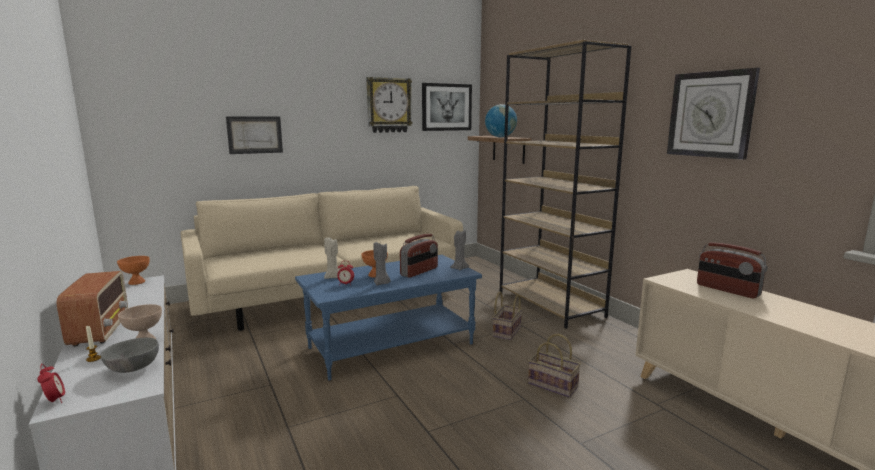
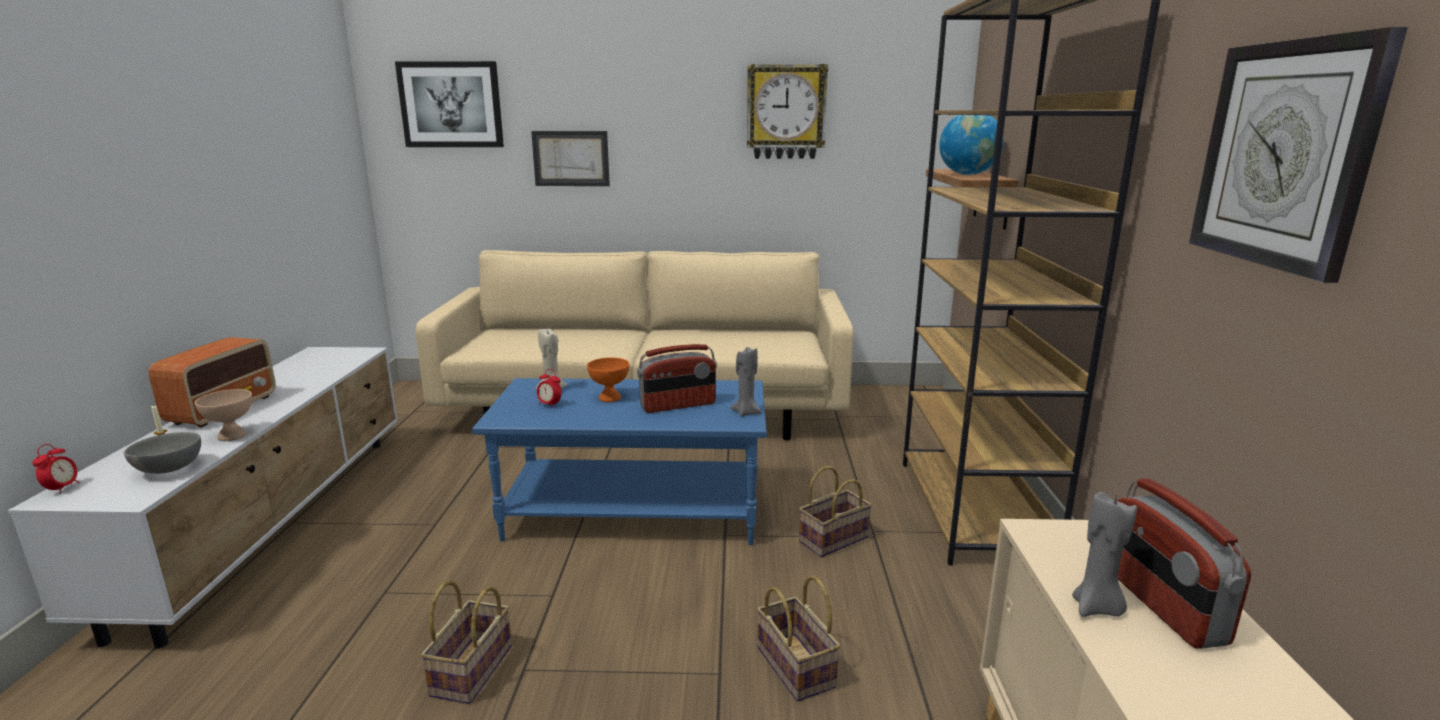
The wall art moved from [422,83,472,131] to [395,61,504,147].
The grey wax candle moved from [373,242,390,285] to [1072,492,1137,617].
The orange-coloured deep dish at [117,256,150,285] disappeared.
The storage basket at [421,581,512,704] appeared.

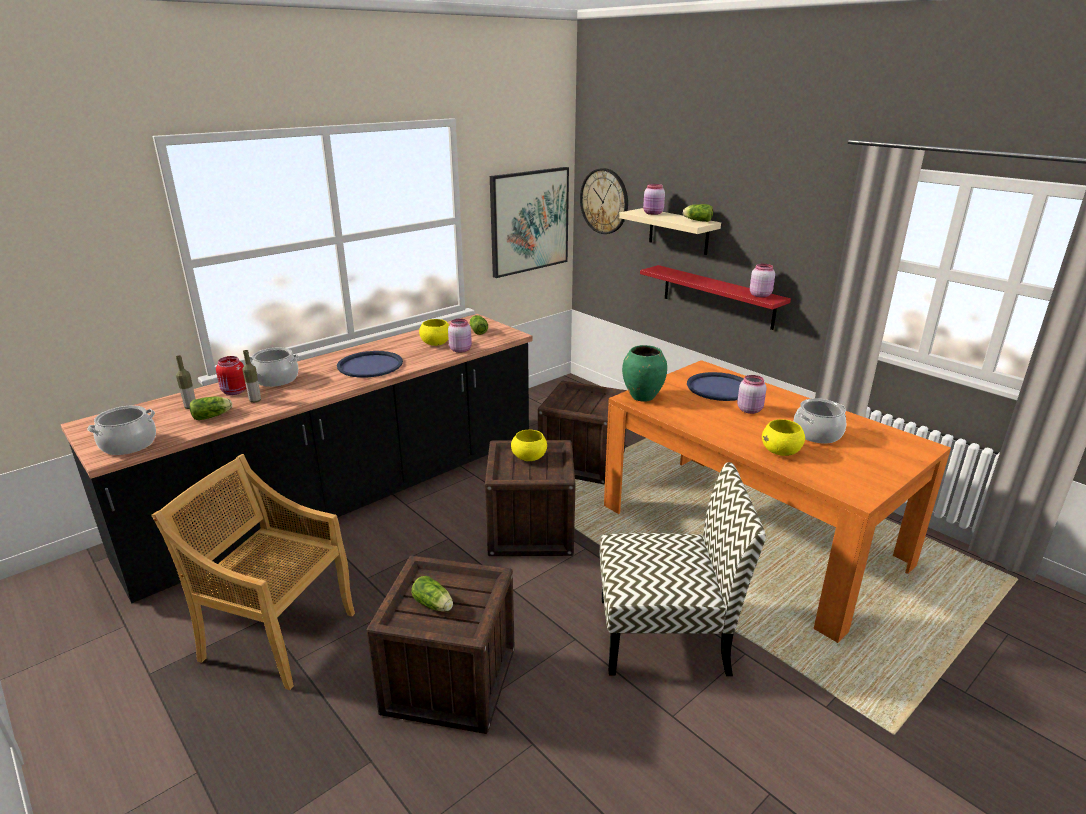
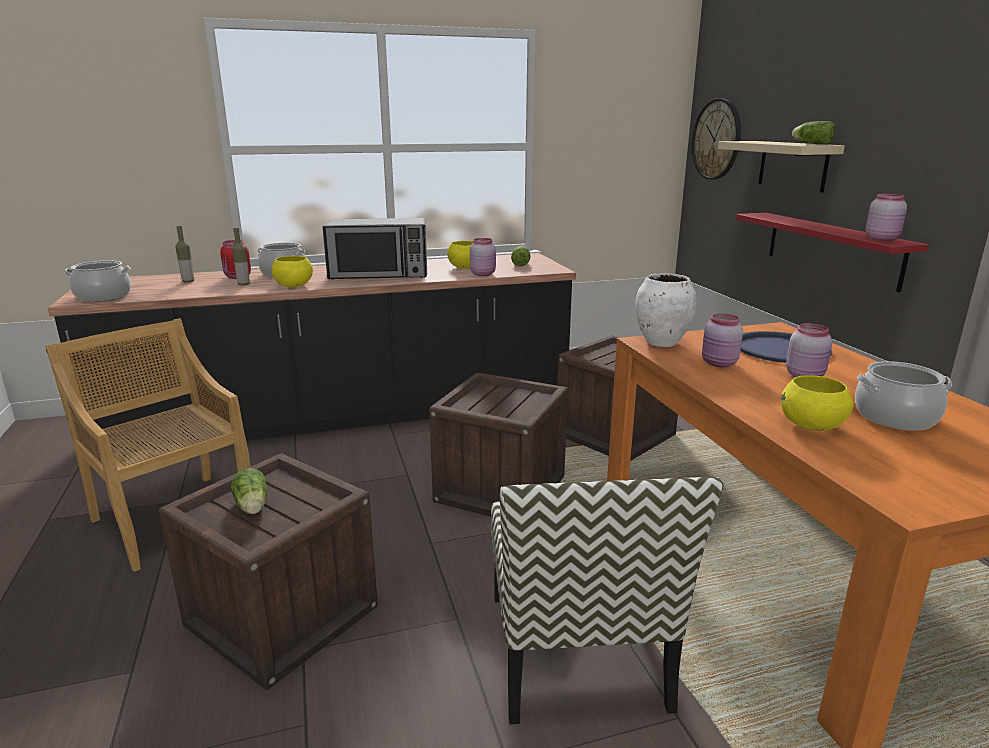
The wall art at [490,167,569,278] disappeared.
The pinkish storage jar moved from [643,184,665,215] to [702,313,743,367].
The green vase at [622,345,667,402] became the white vase at [635,273,697,347].
The blue tray at [337,351,403,378] was replaced by the microwave at [323,218,427,280].
The head of lettuce at [189,396,232,420] disappeared.
The yellow deep dish moved from [511,429,547,461] to [271,256,313,287].
The plain chair at [600,462,766,676] turned 60 degrees clockwise.

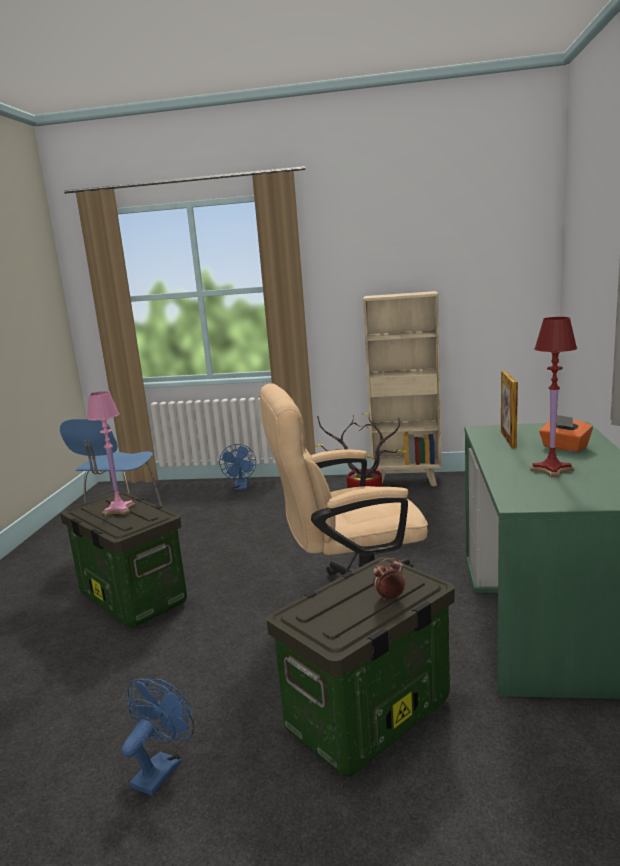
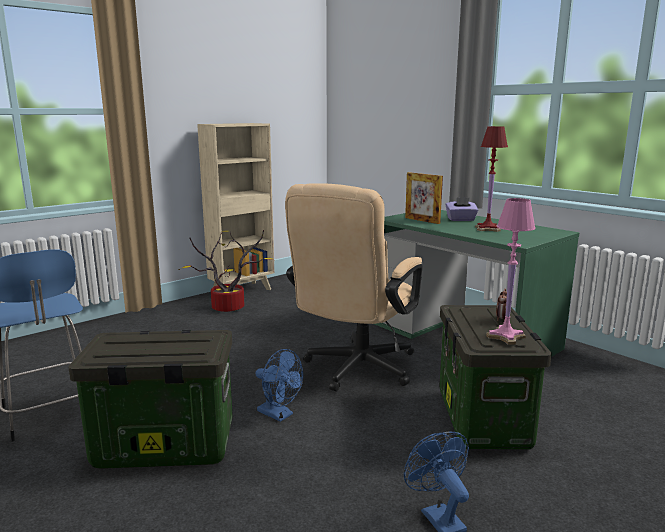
The pinkish lamp for a table moved from [87,391,136,516] to [486,198,536,344].
The orange-coloured box of tissues at [539,415,593,452] became the purple box of tissues at [446,198,478,221].
The blue electric fan moved from [219,444,256,490] to [255,349,303,422].

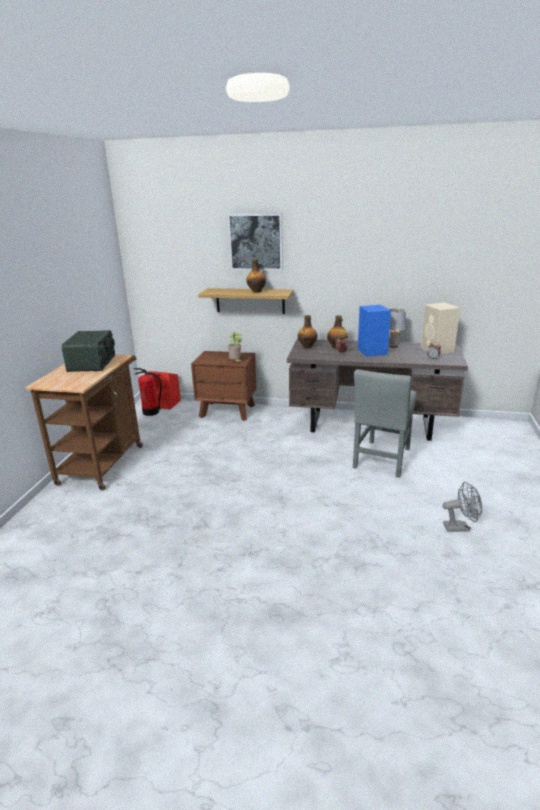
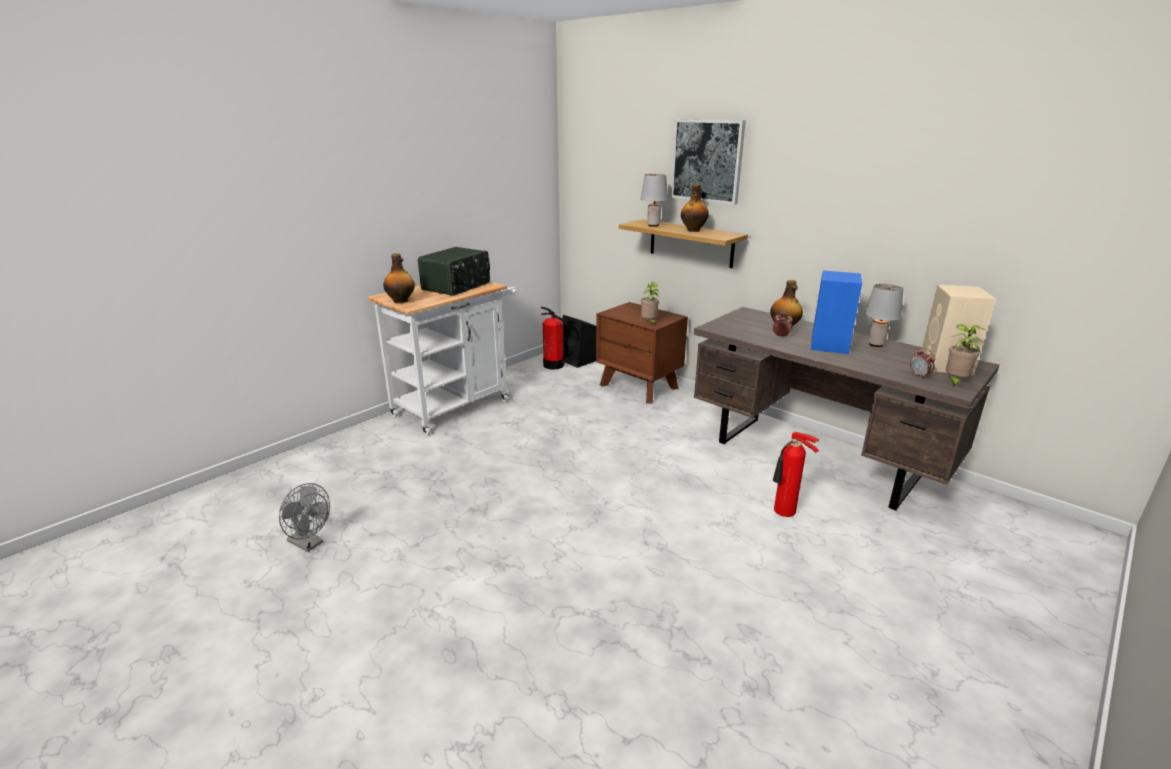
The drink bottle moved from [298,315,318,348] to [383,253,415,303].
The brown trolley at [25,354,143,490] became the white trolley at [367,281,517,435].
The grey plain chair at [353,369,416,478] was replaced by the fire extinguisher at [773,432,819,517].
The reddish loudspeaker at [149,371,181,409] became the blackish loudspeaker at [562,315,596,368].
The grey electric fan moved from [442,482,482,532] to [279,483,330,552].
The grey lamp for a table at [641,174,668,227] appeared.
The plant in a pot at [946,324,985,386] appeared.

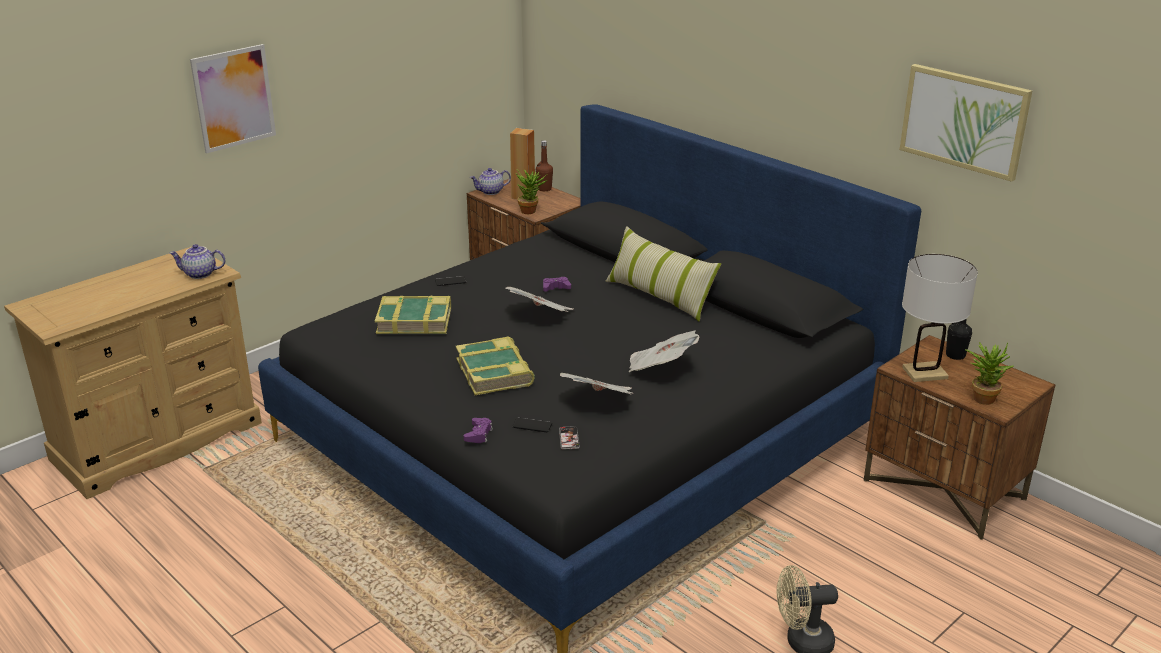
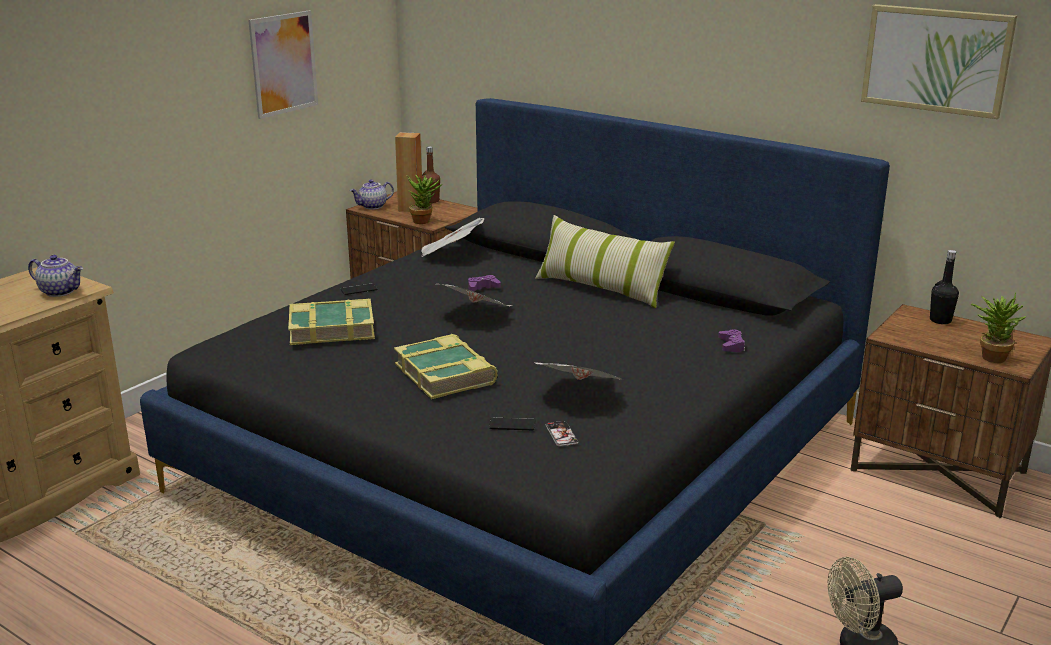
The wall art moved from [190,44,276,153] to [248,10,318,119].
The tea pot at [169,244,225,279] turned 150 degrees counterclockwise.
The white lamp for a table at [902,254,978,382] disappeared.
The printed paper moved from [628,331,700,372] to [421,218,484,257].
The purple joypad moved from [464,418,493,443] to [718,329,745,352].

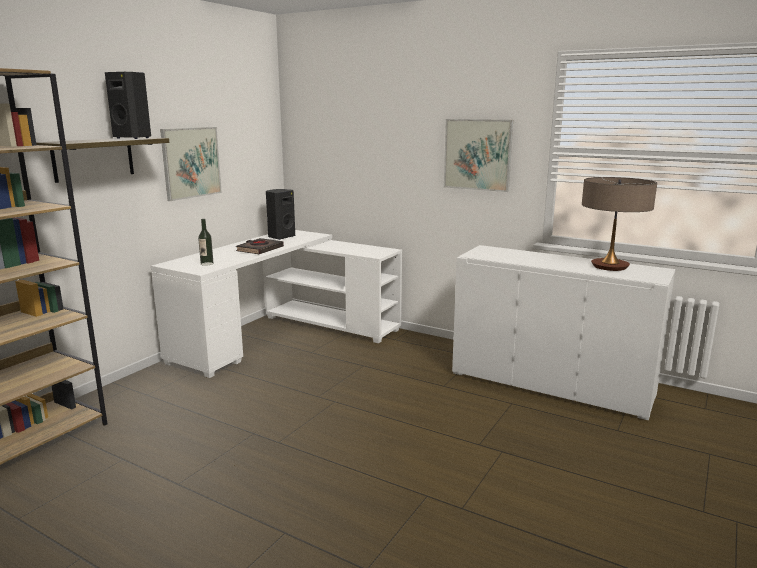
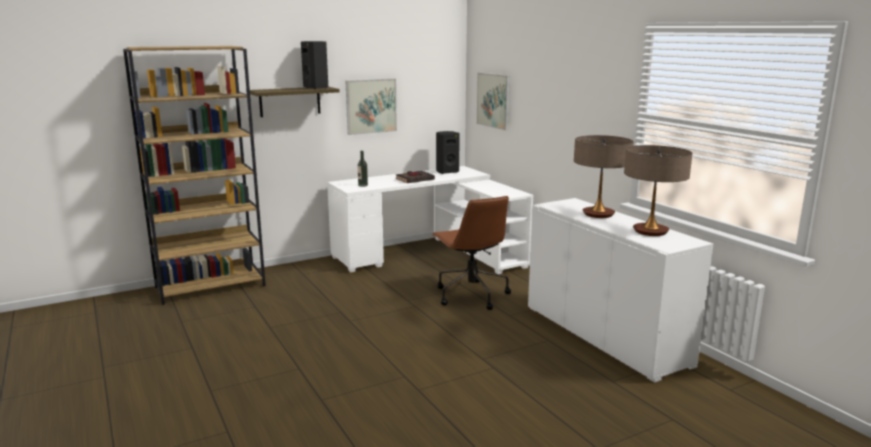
The wall art moved from [444,119,513,192] to [477,72,510,131].
The lamp for a table at [574,135,634,218] appeared.
The brown computer chair at [432,196,511,310] appeared.

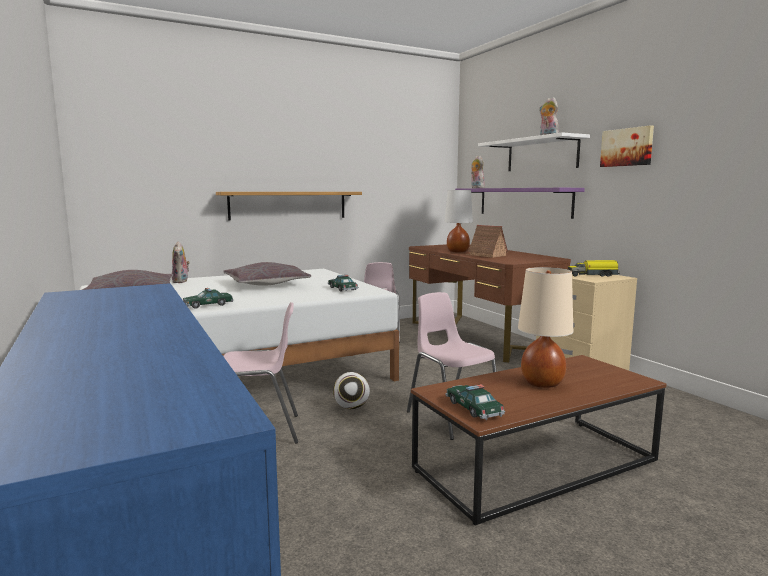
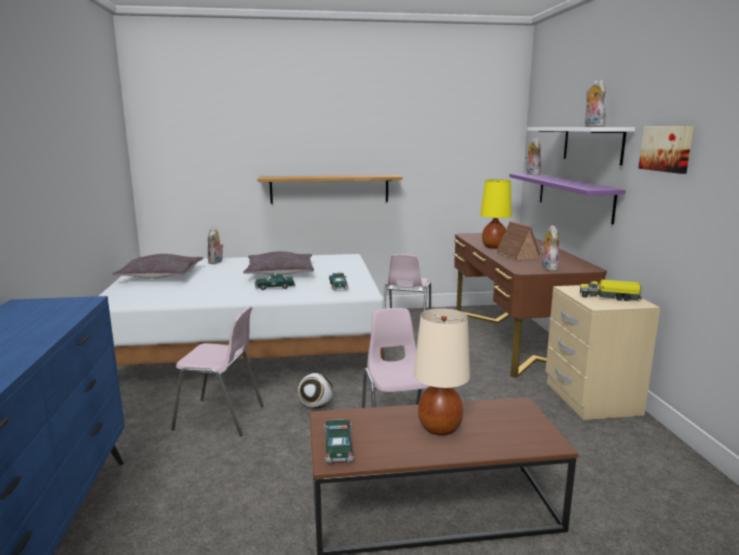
The white lamp for a table at [445,190,473,253] became the yellow lamp for a table at [480,180,511,249].
The toy car moved from [183,288,233,309] to [255,272,295,290].
The cuddly toy at [540,225,560,271] appeared.

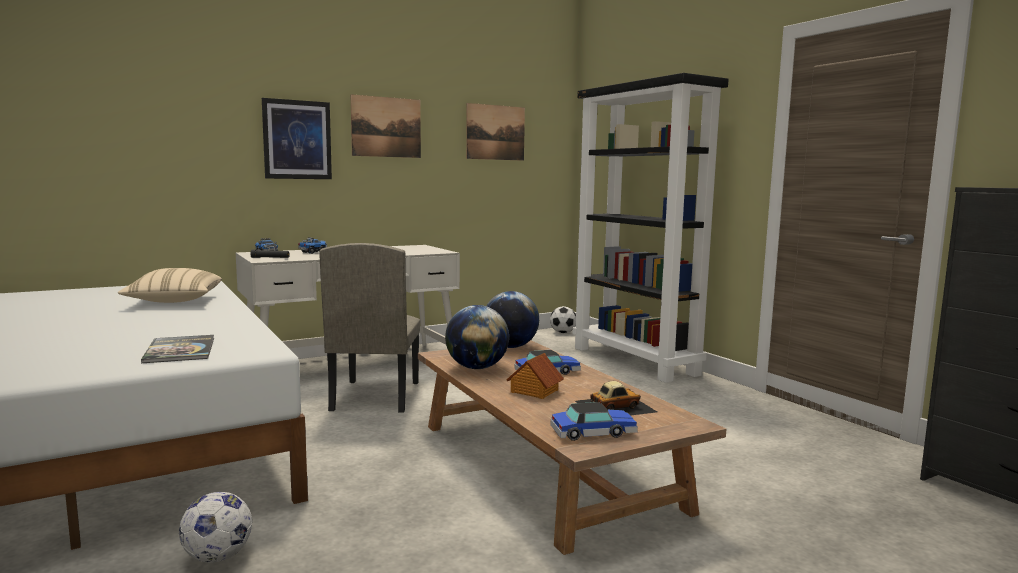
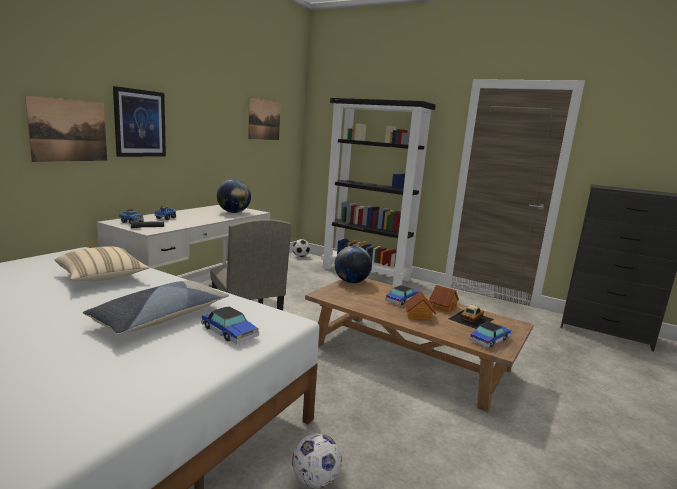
The wall art moved from [350,94,421,158] to [25,95,107,162].
The globe moved from [445,305,509,369] to [217,179,251,213].
The volume at [141,335,214,363] was replaced by the toy car at [201,306,259,344].
The throw pillow at [83,281,229,334] appeared.
The miniature house at [429,285,459,313] appeared.

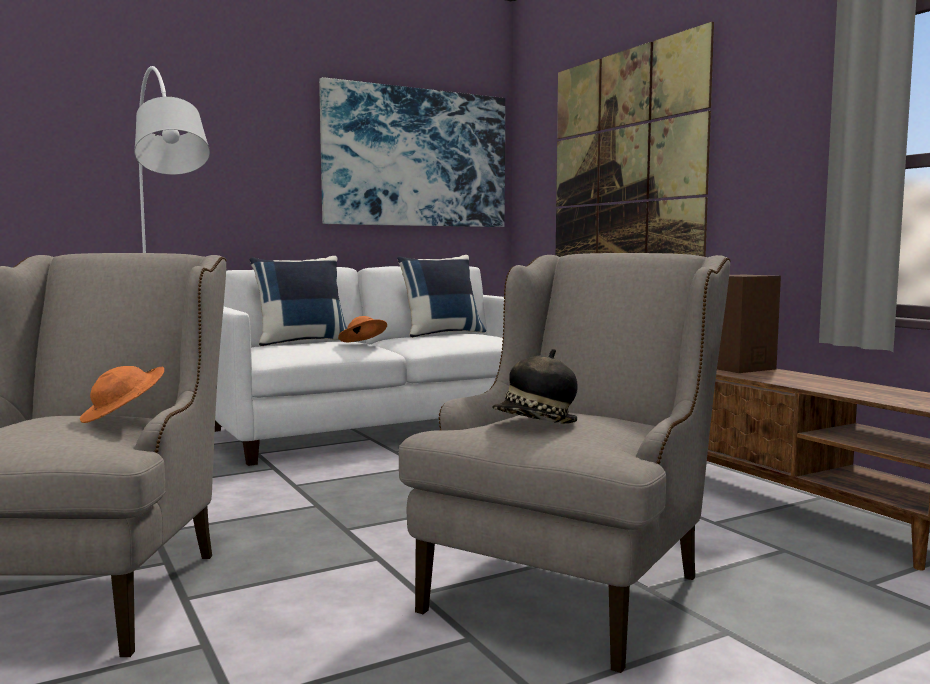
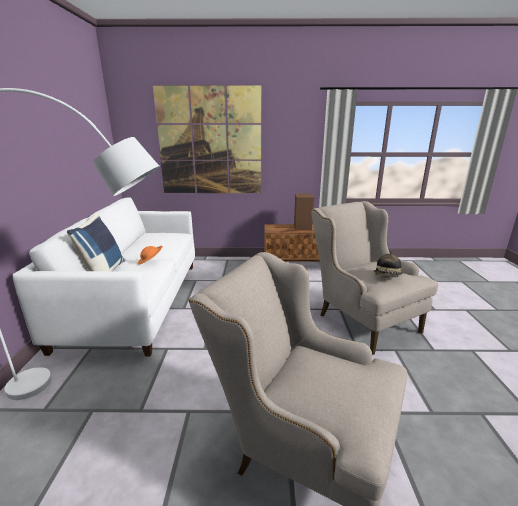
The wall art at [319,77,505,227] disappeared.
The blue throw pillow at [397,255,486,338] disappeared.
The orange-coloured wearable hat at [80,366,164,423] disappeared.

